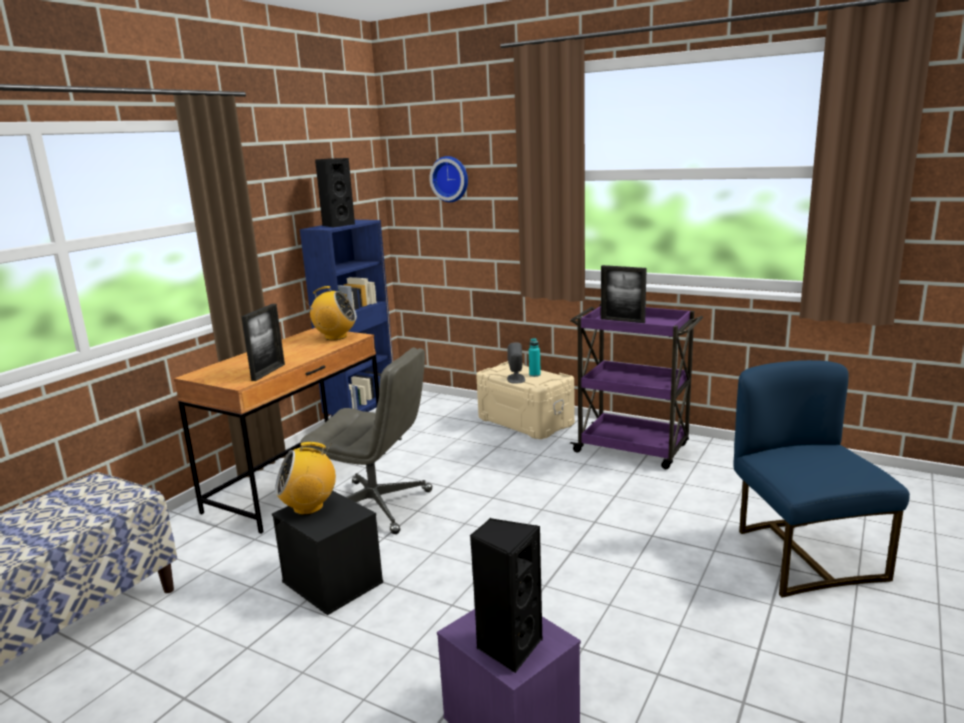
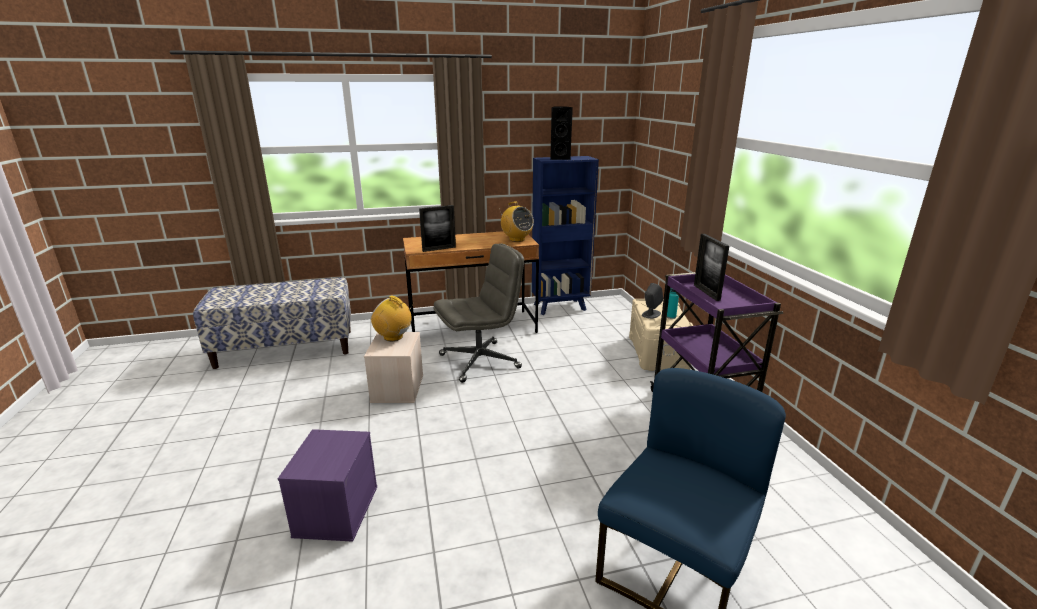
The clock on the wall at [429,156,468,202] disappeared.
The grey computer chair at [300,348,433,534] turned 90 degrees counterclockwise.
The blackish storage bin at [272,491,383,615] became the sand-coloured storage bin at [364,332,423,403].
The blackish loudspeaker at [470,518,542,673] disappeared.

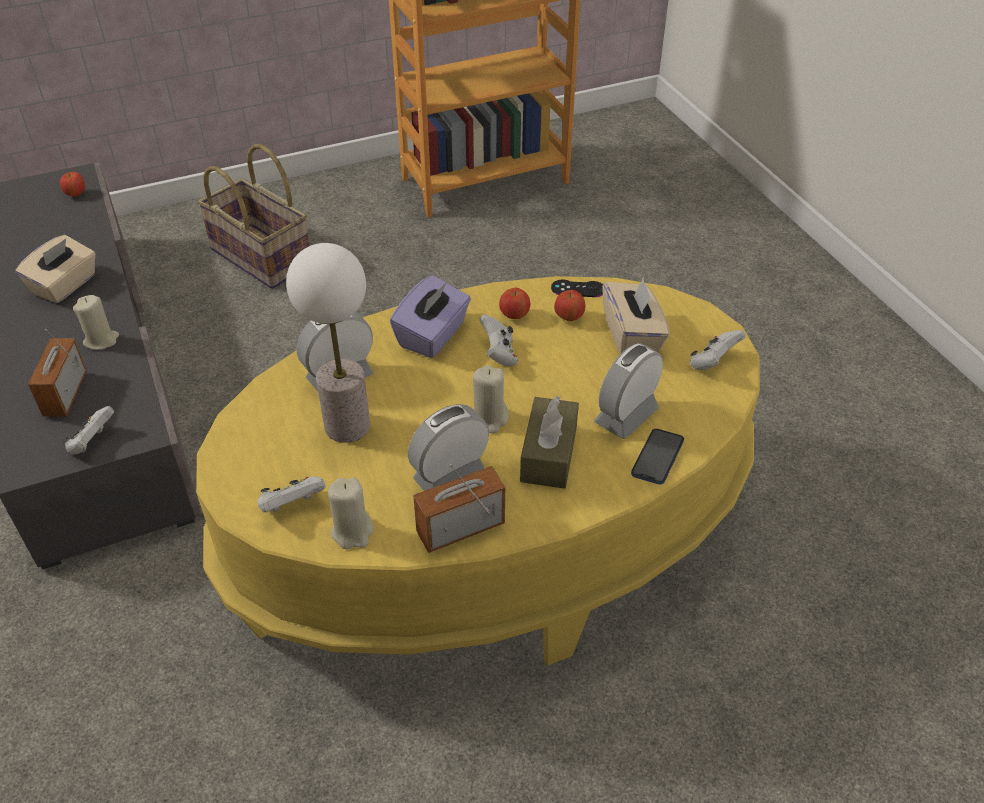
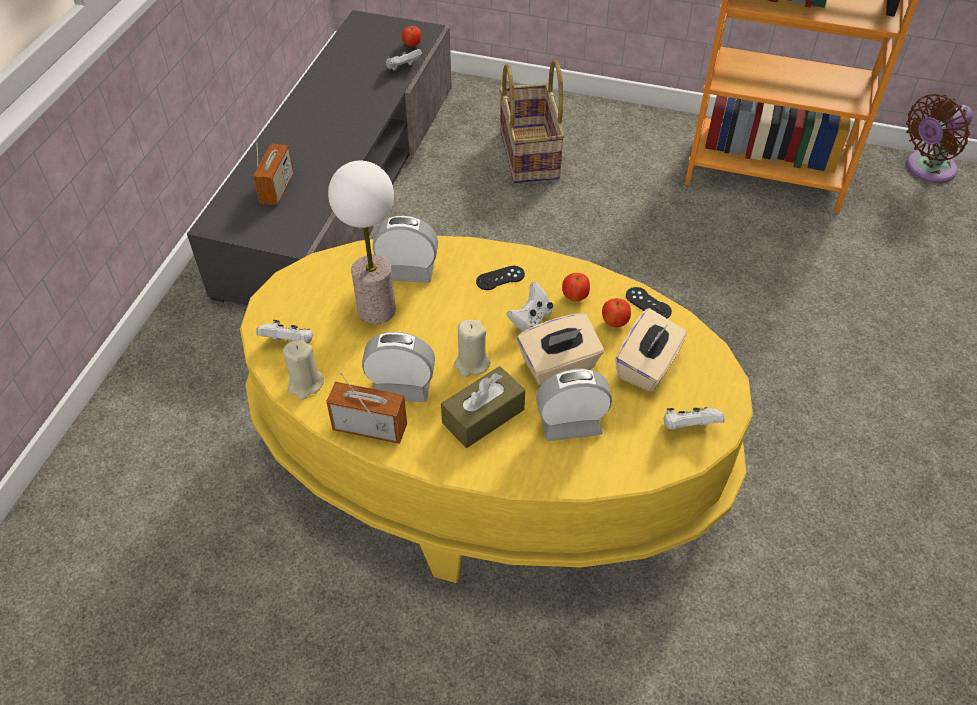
The sand-coloured box of tissues moved from [16,235,96,303] to [517,313,604,385].
The purple box of tissues at [390,275,471,358] was replaced by the blackish joypad at [476,266,525,290].
The sand-coloured wax candle at [73,295,119,350] disappeared.
The radio at [28,329,87,417] turned 150 degrees clockwise.
The white joypad moved from [63,406,114,455] to [386,49,422,71].
The telephone at [631,429,684,485] disappeared.
The brown electric fan at [906,94,973,183] appeared.

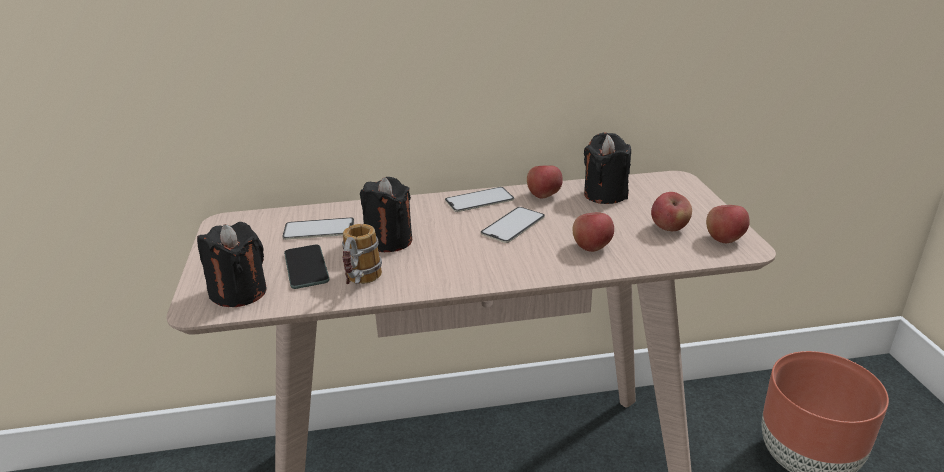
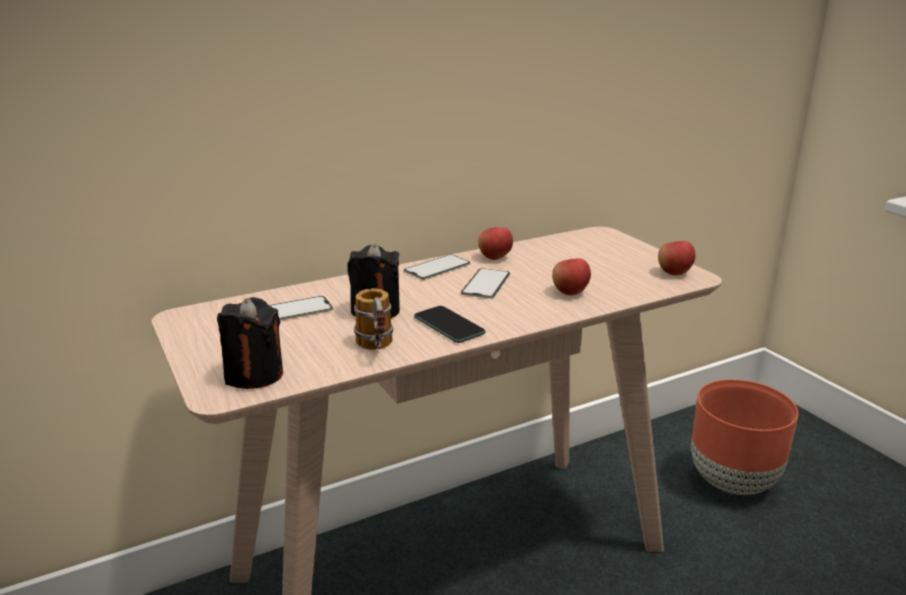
The blackish wax candle at [584,132,631,204] disappeared.
The whole apple at [651,192,692,231] disappeared.
The telephone moved from [284,244,329,289] to [414,306,486,343].

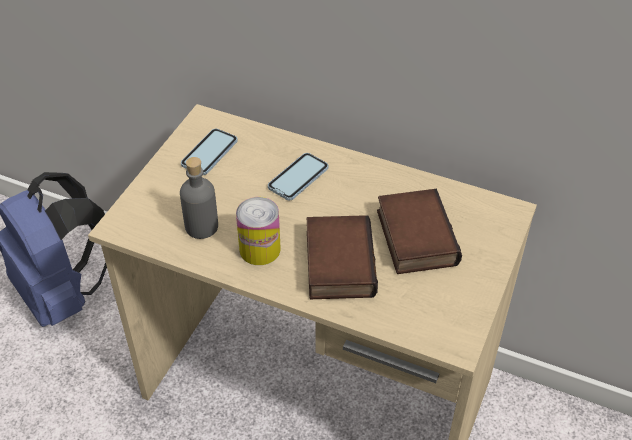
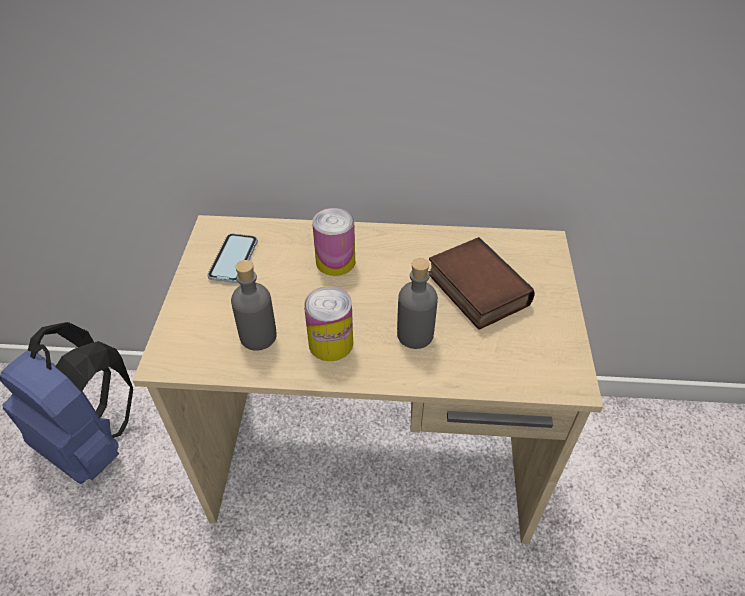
The telephone at [268,153,328,200] was replaced by the sealed can at [312,208,355,276].
The volume at [307,215,378,299] was replaced by the grey drink bottle at [397,258,438,349].

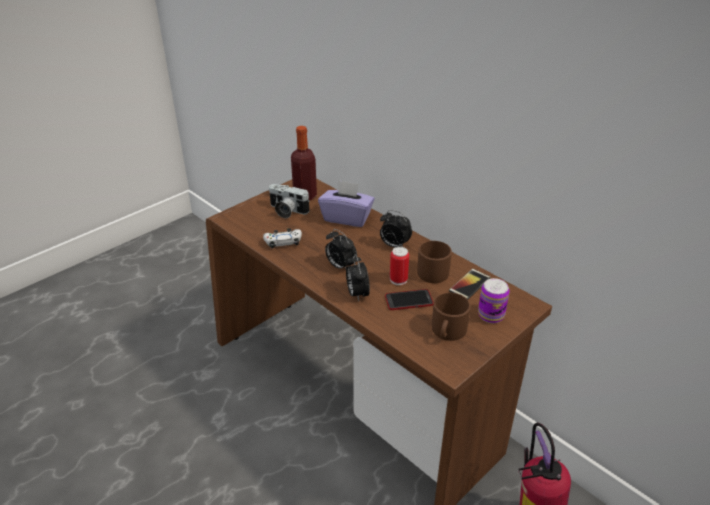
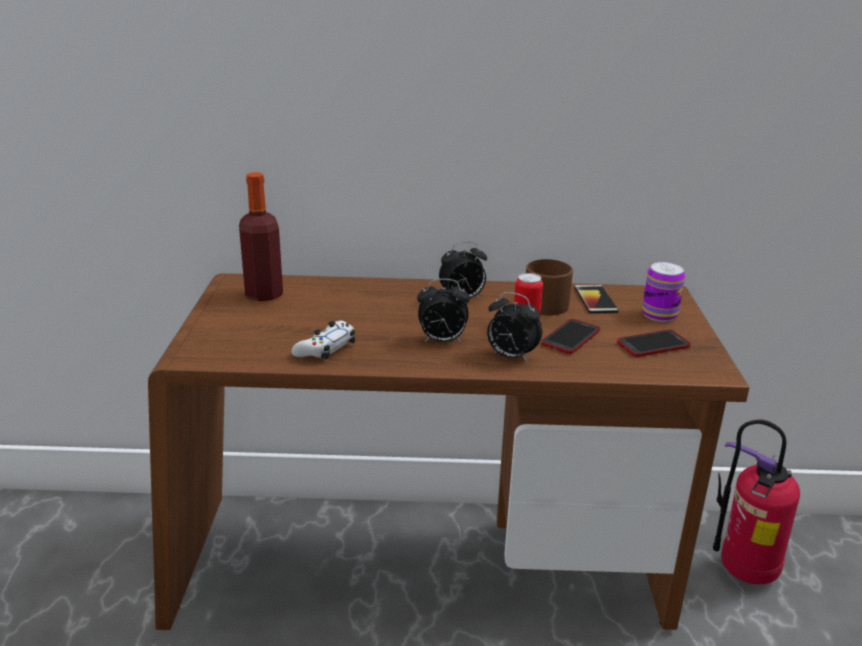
The purple box of tissues at [318,180,375,227] disappeared.
The photo camera at [269,184,310,218] disappeared.
The brown coffee mug at [432,293,471,341] was replaced by the telephone at [617,330,691,357].

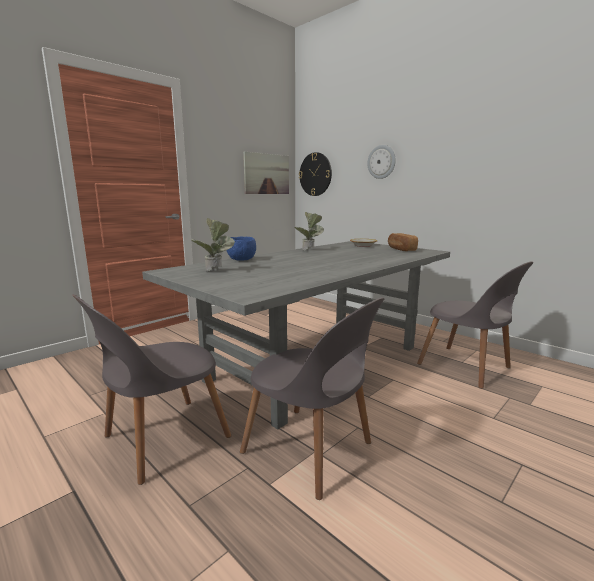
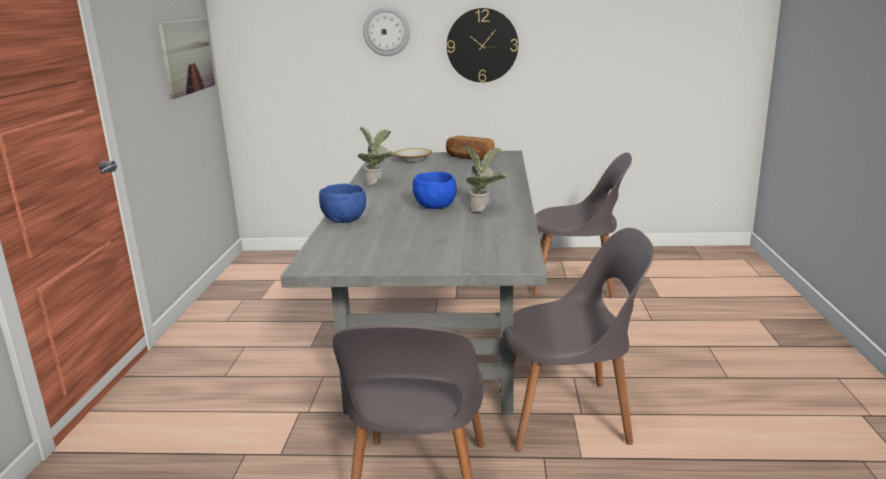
The clock on the wall moved from [299,152,332,196] to [447,8,518,82].
The plant in a pot moved from [192,218,235,271] to [464,145,507,212].
The blue deep dish at [413,172,457,209] appeared.

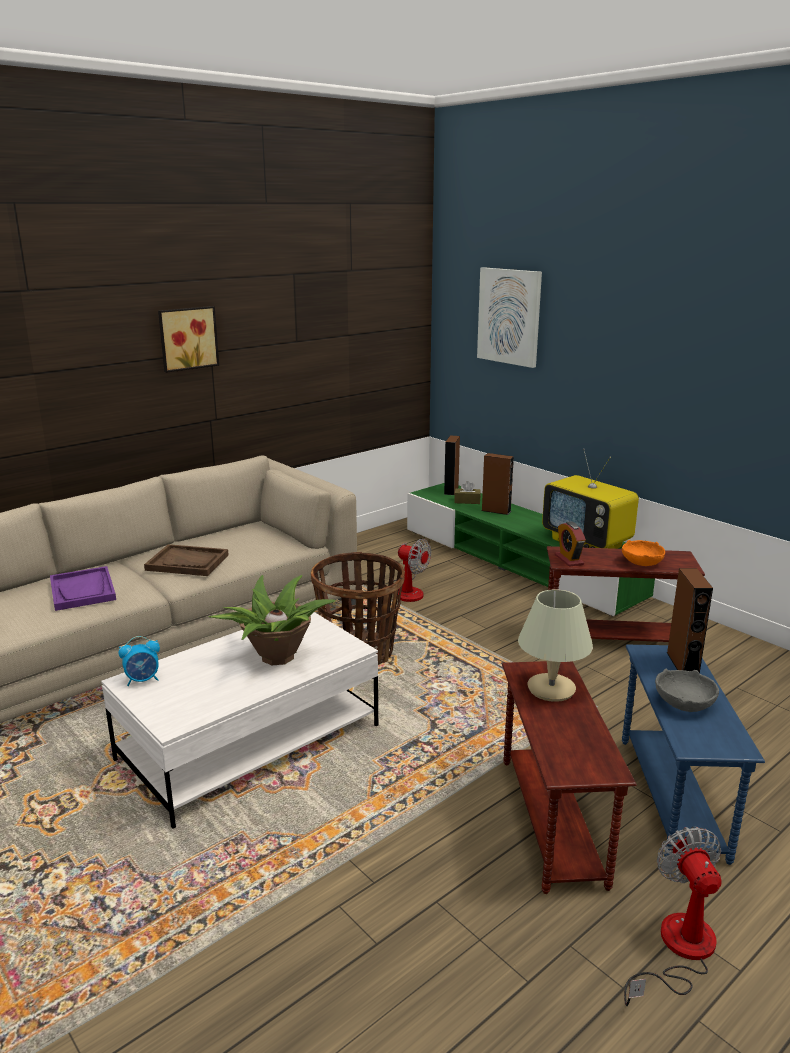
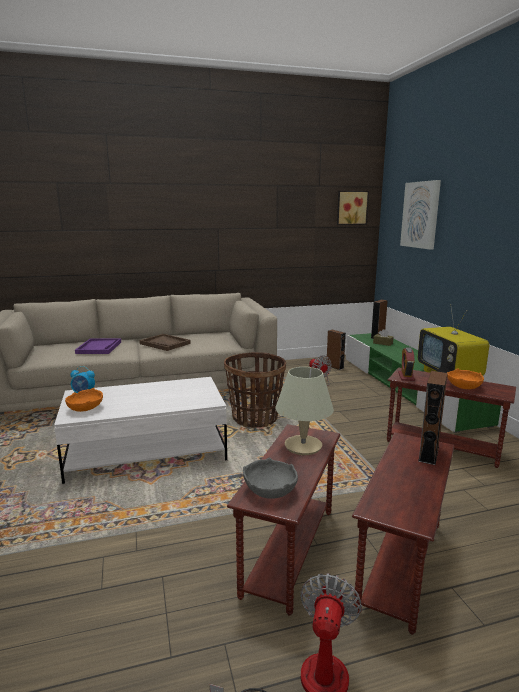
The wall art moved from [158,306,219,373] to [337,191,369,225].
The brown loudspeaker moved from [482,453,514,515] to [327,330,346,370].
The plant in a pot at [208,575,335,665] disappeared.
The blue end table at [622,644,765,865] became the brown end table at [352,433,454,635].
The grey deep dish moved from [655,669,719,712] to [243,458,298,499].
The orange-coloured deep dish at [65,388,103,412] appeared.

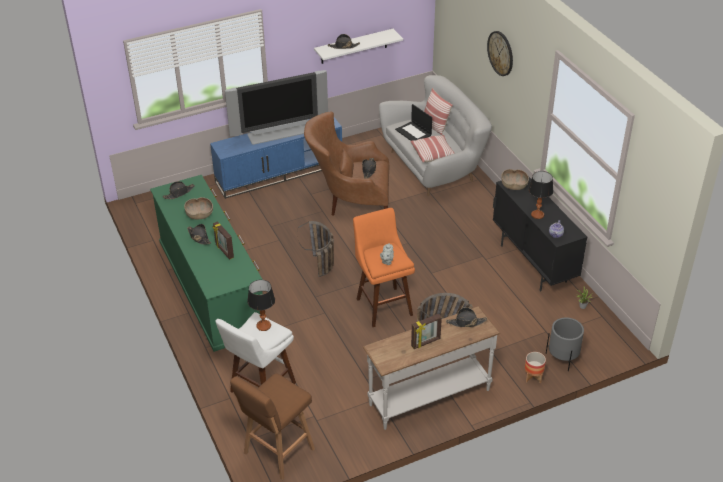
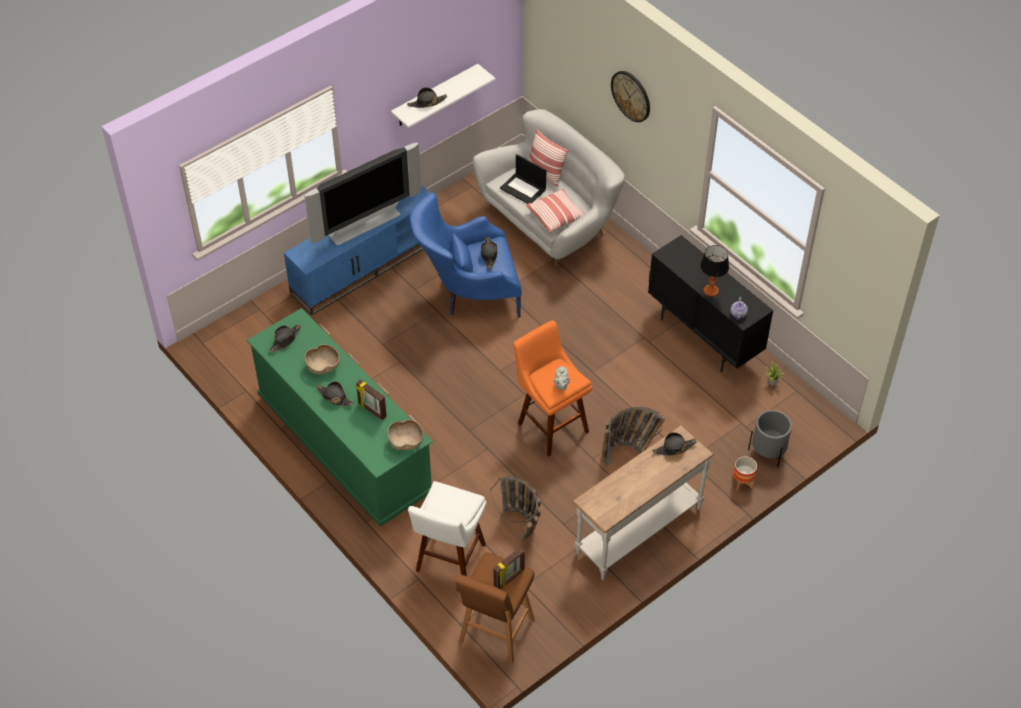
The brown lounge chair at [304,112,390,216] became the blue lounge chair at [410,193,522,317].
The brown deep dish moved from [501,169,529,190] to [387,420,423,450].
The storage basket moved from [298,221,334,277] to [490,476,541,541].
The lamp for a table at [247,280,275,331] disappeared.
The photo frame moved from [411,314,442,349] to [493,547,525,589].

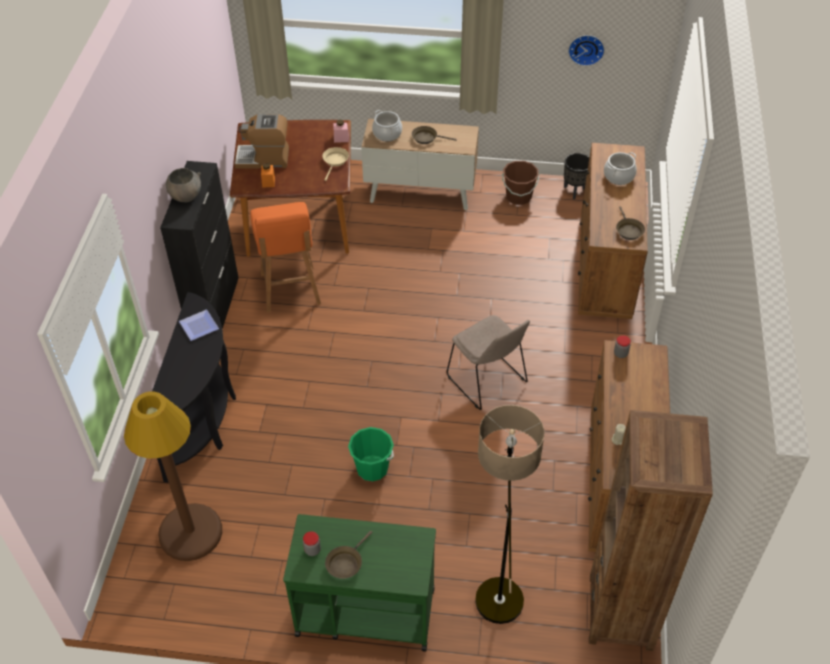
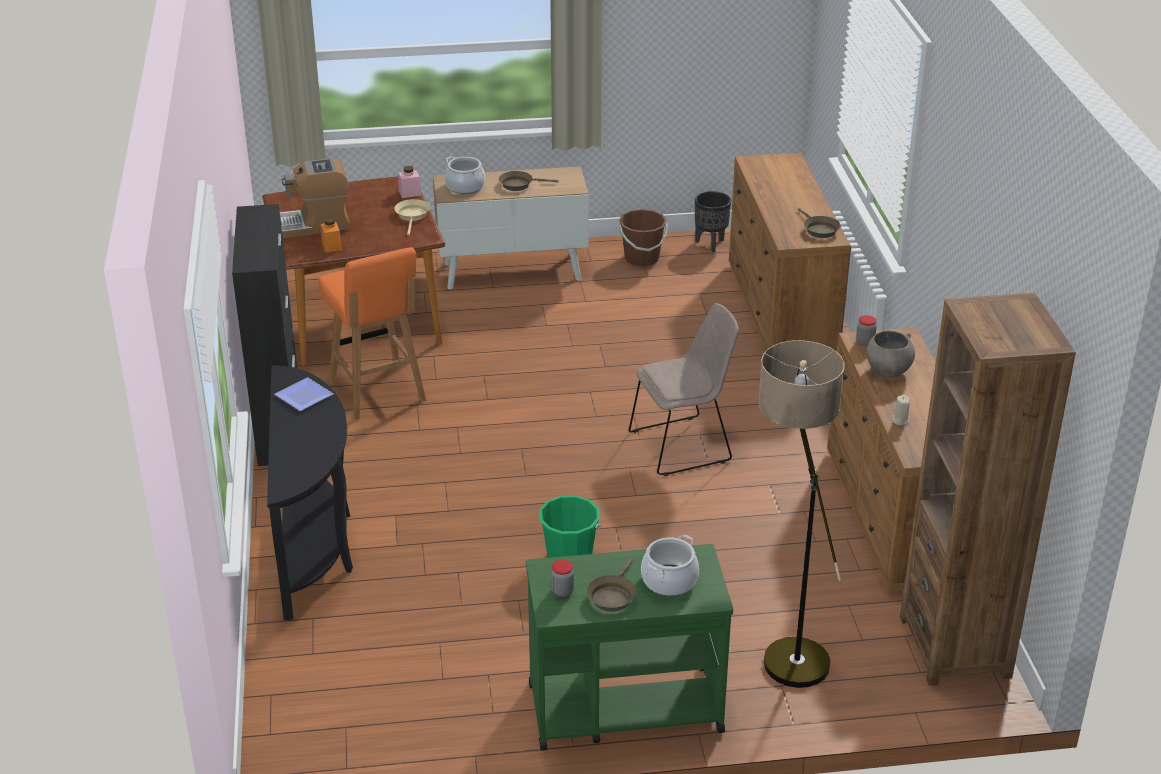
The clock on the wall at [568,35,605,66] disappeared.
The cooking pot moved from [604,152,637,185] to [641,535,699,596].
The grey deep dish moved from [166,168,201,202] to [867,330,915,378].
The sand-coloured plain chair at [447,315,530,410] turned 60 degrees counterclockwise.
The brown standing lamp at [124,391,222,561] disappeared.

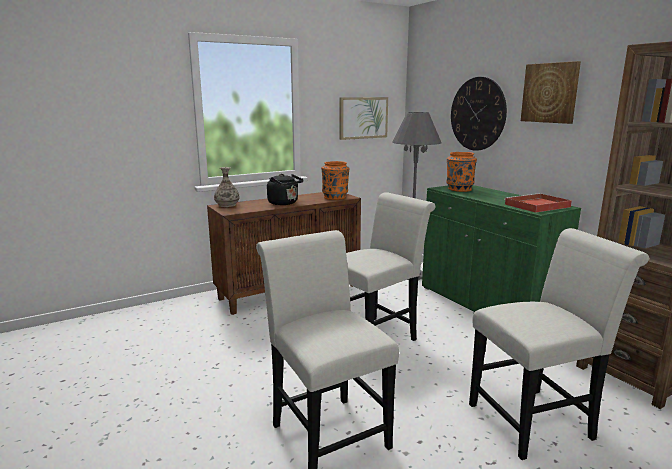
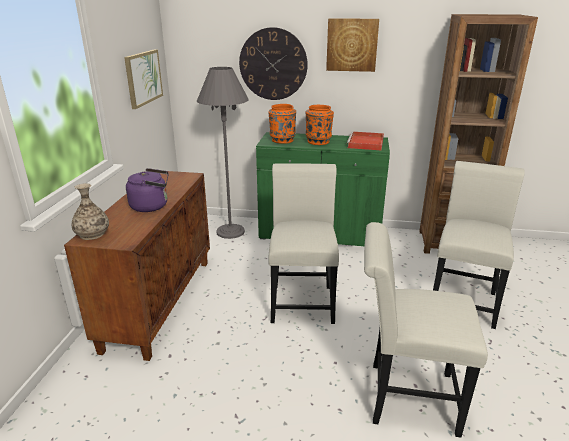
The orange-coloured vase moved from [321,161,349,200] to [306,105,334,145].
The blackish tea kettle at [267,174,303,205] became the purple tea kettle at [126,168,169,212].

